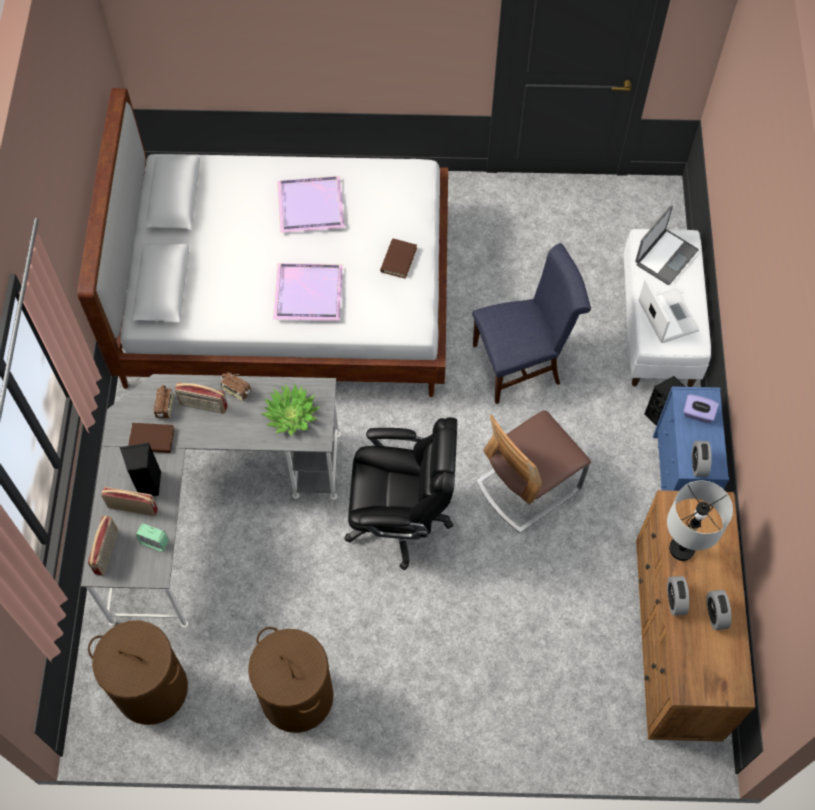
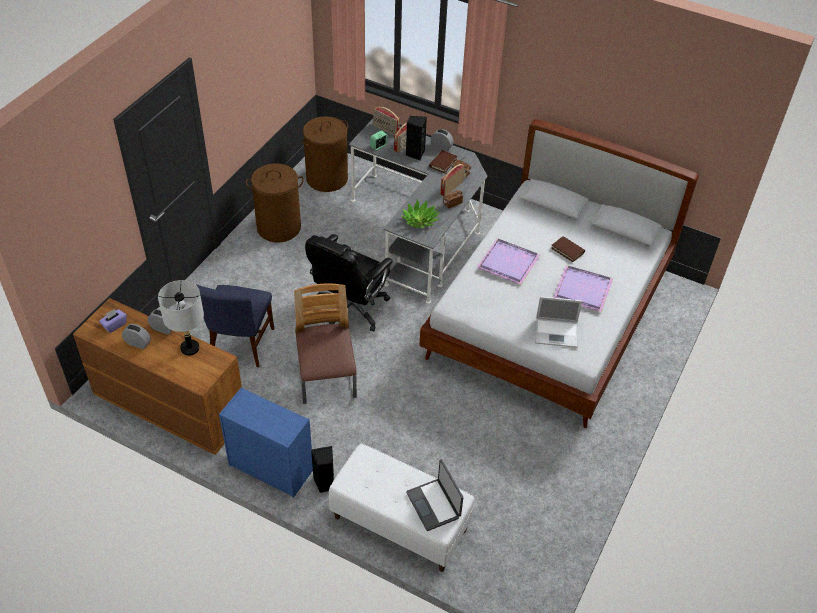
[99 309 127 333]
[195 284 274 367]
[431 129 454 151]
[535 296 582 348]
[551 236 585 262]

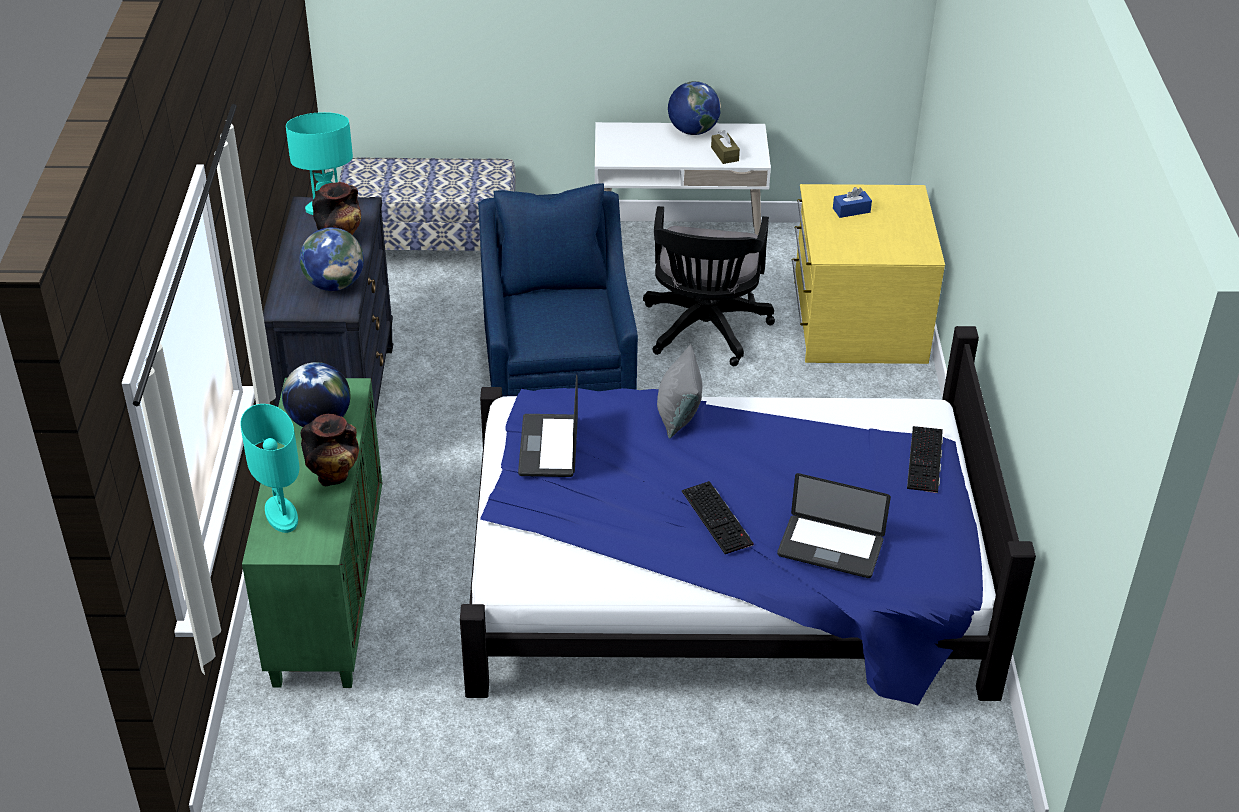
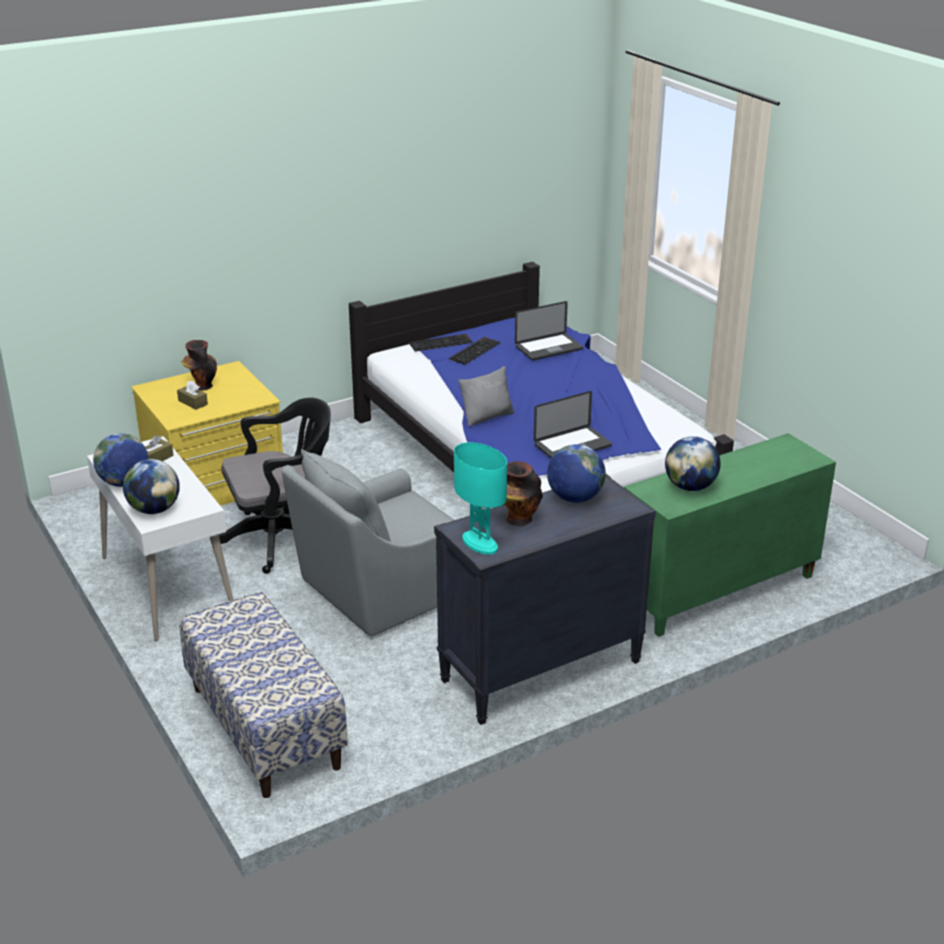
[123 459 180 514]
[177 381 208 410]
[182 340 217 391]
[281 449 454 636]
[449 337 500 365]
[515 301 583 360]
[240 404 299 533] (first image)

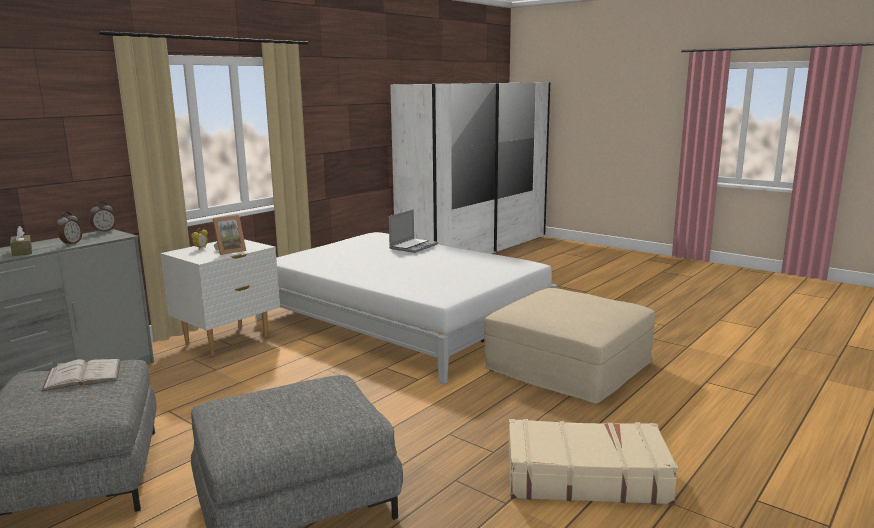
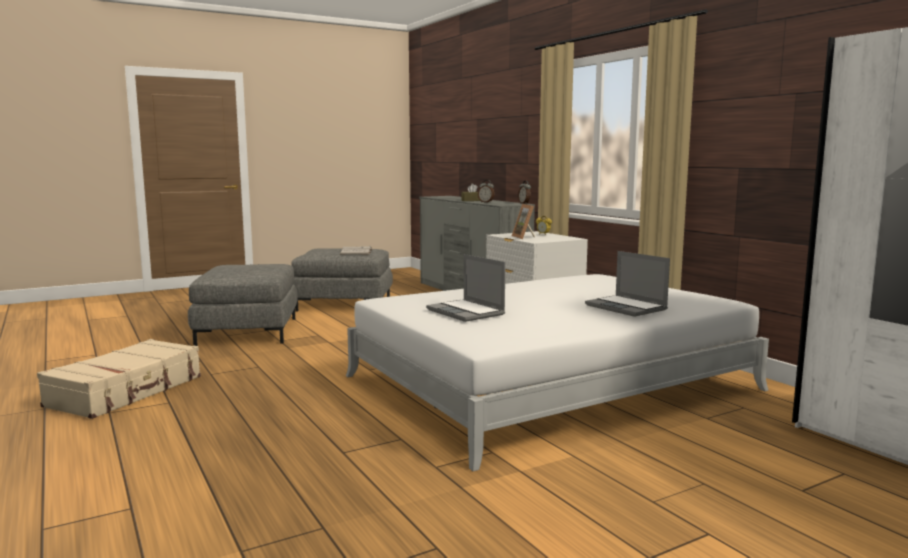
[426 254 505 322]
[484 288 655 404] (first image)

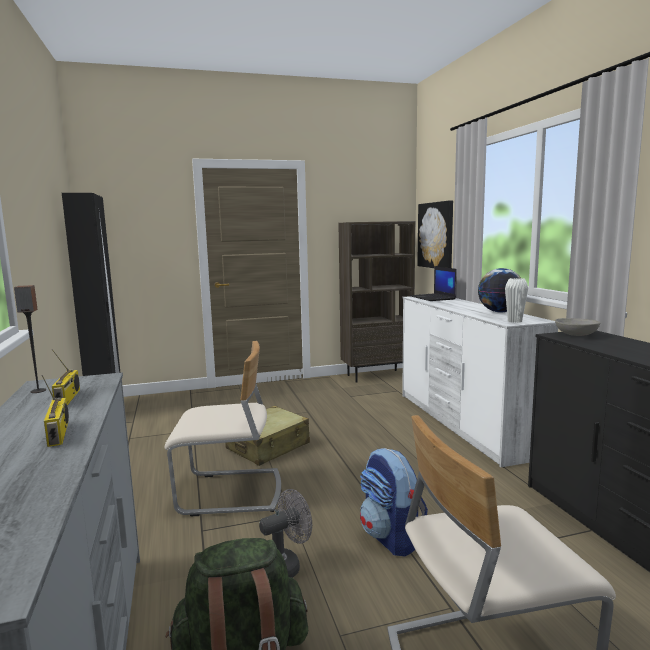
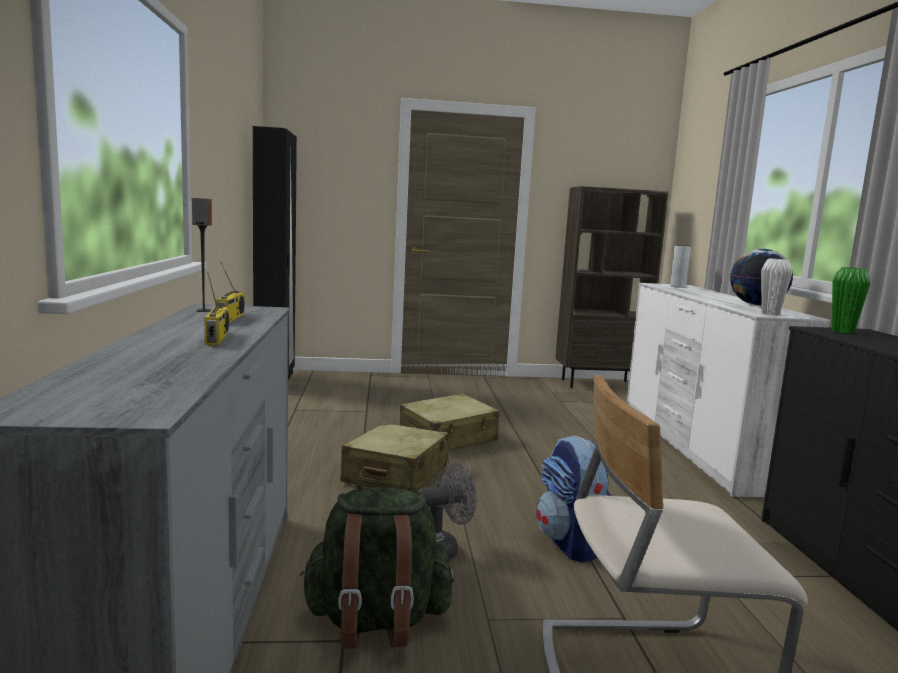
[341 423 448 493]
[670 245 691 288]
[832 267 870 334]
[417 200 453 268] (first image)

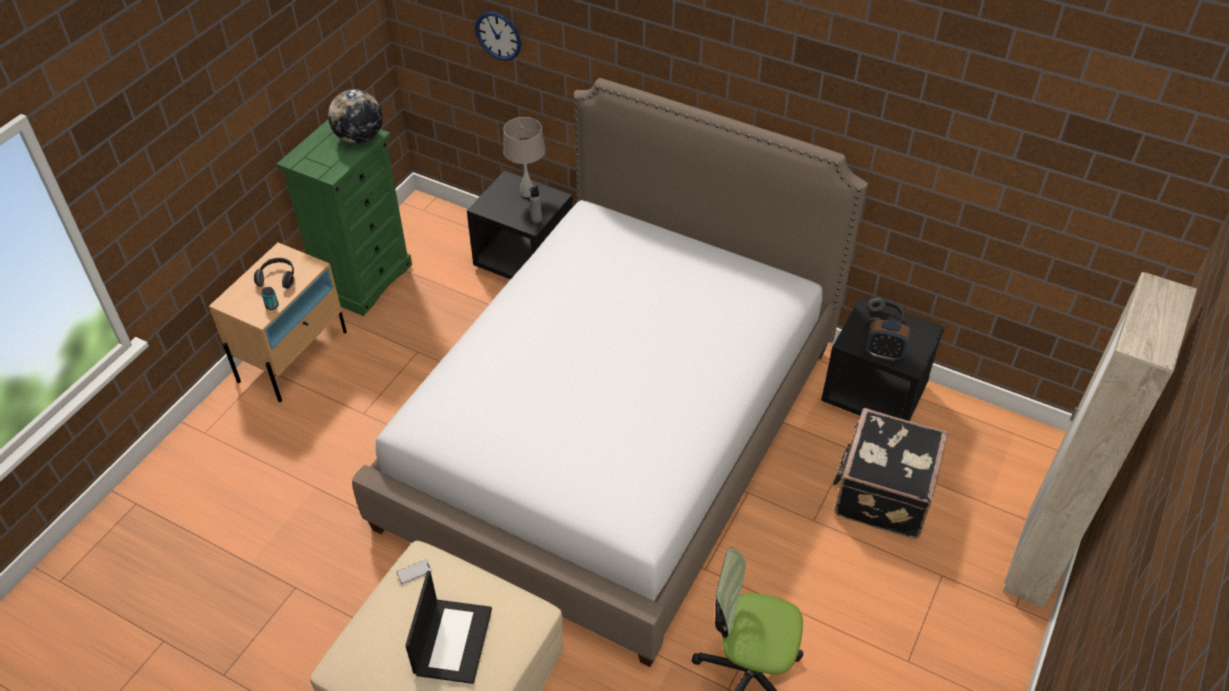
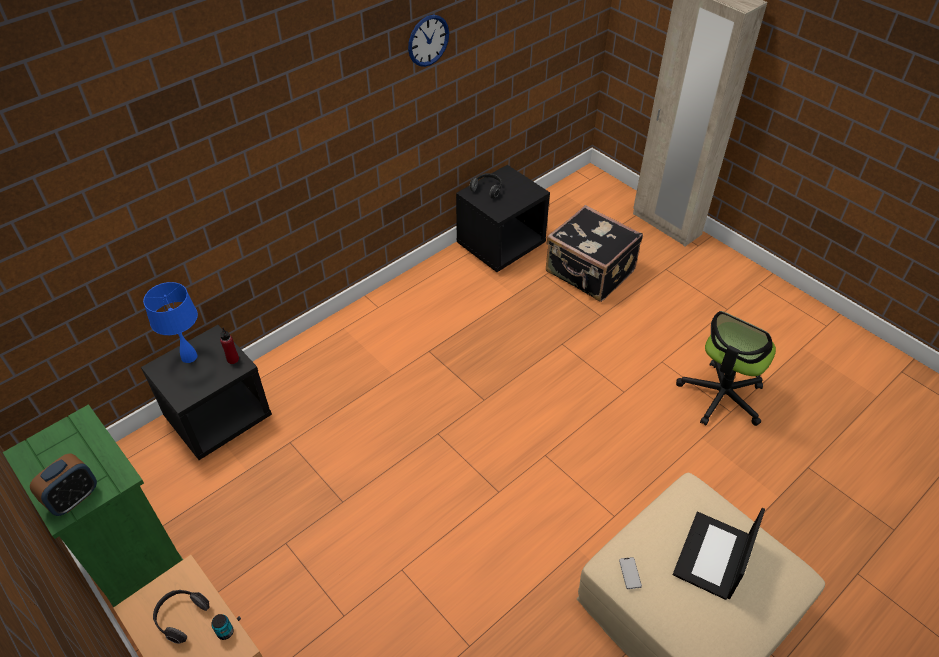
[30 453 97 516]
[143 282 198 363]
[220 327 239 364]
[408 15 449 67]
[673 508 765 600]
[328 89 383 144] (first image)
[352 78 868 667] (first image)

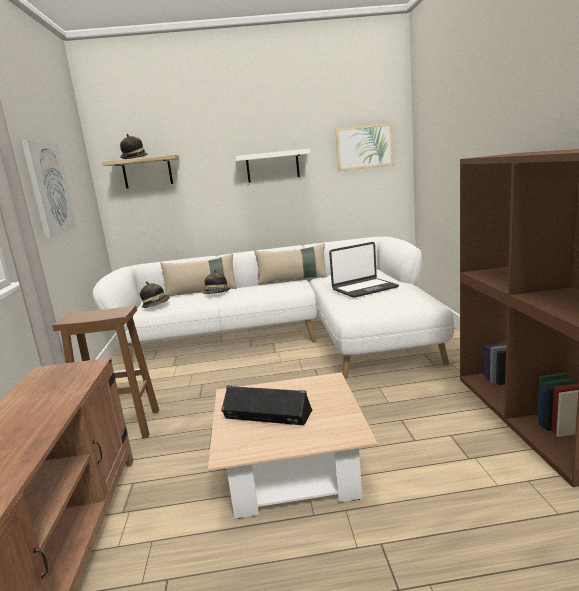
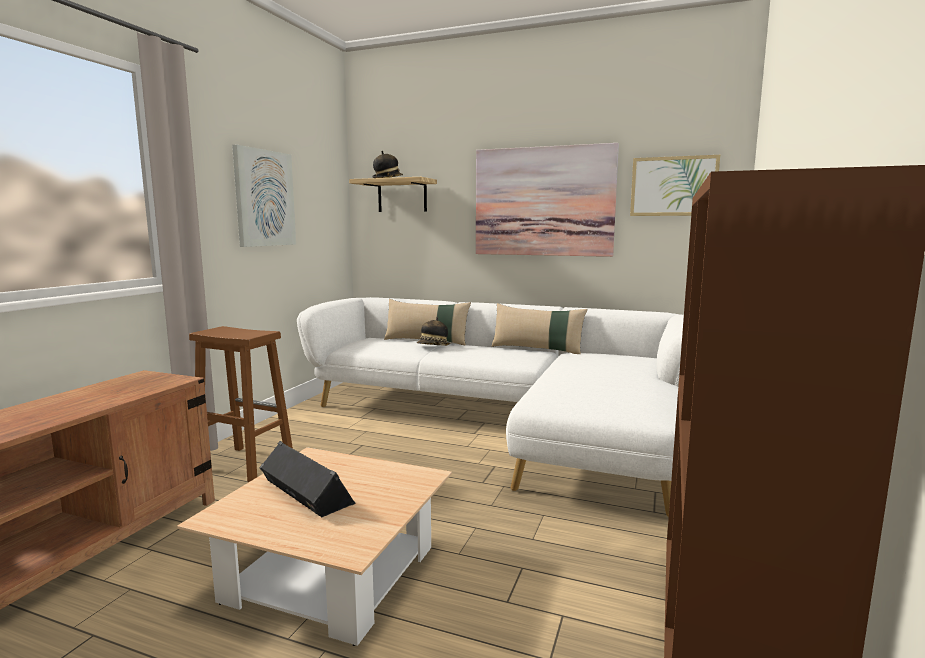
[476 143 619 257]
[140 282 170 308] (first image)
[329 242 399 298] (first image)

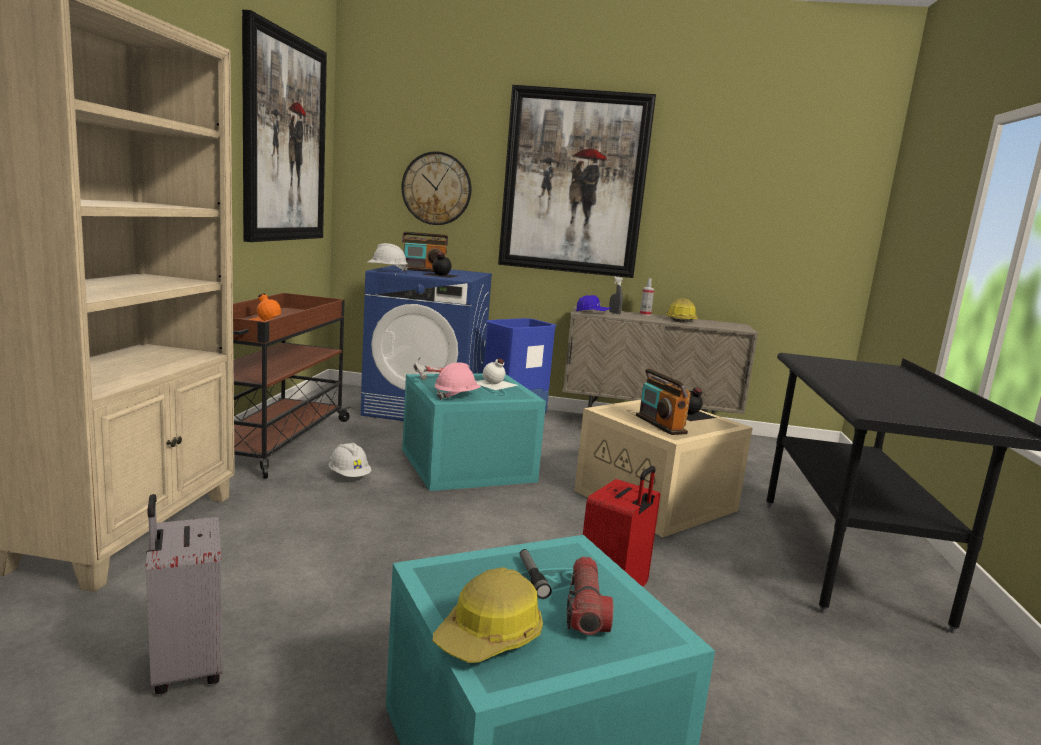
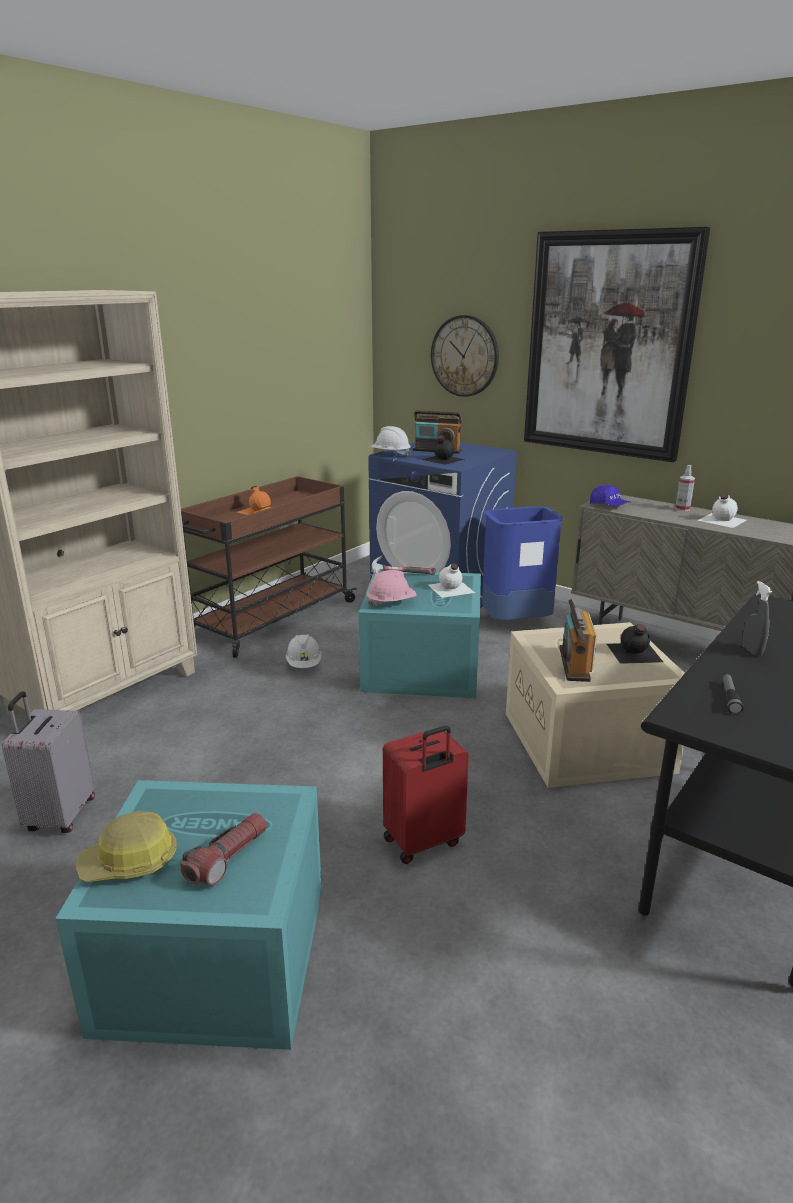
[697 493 747 528]
[722 673 743 715]
[742 581 772 656]
[242 10 327 242] (first image)

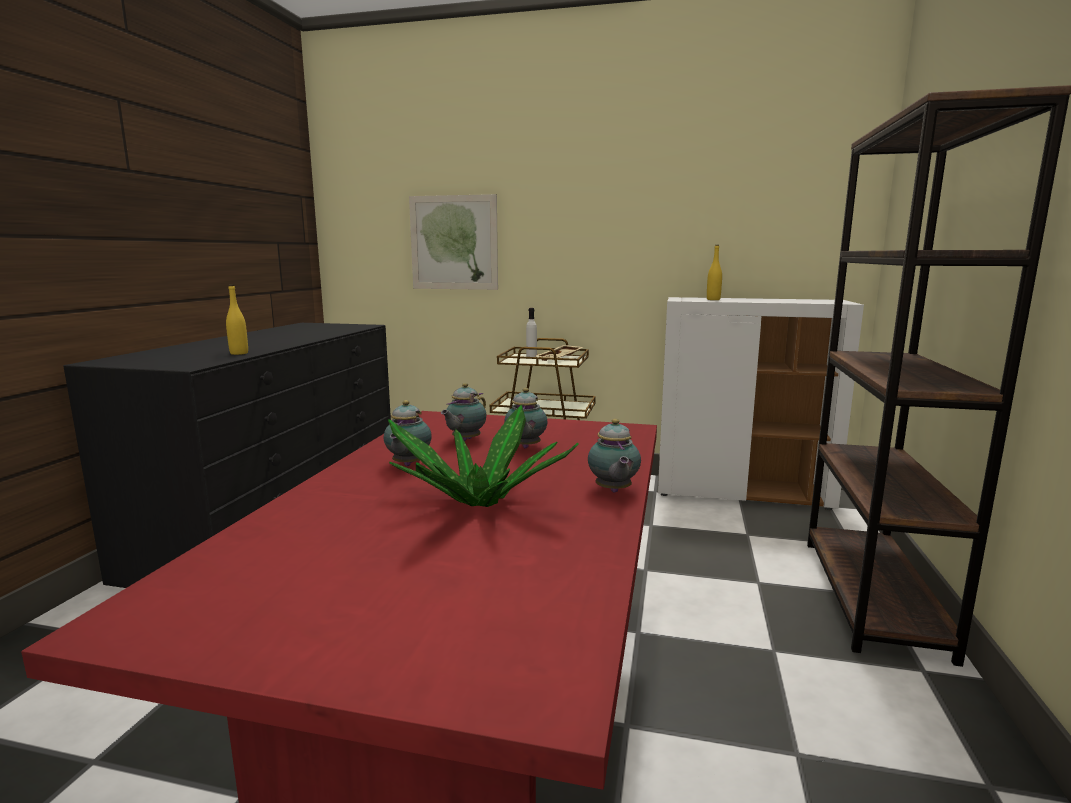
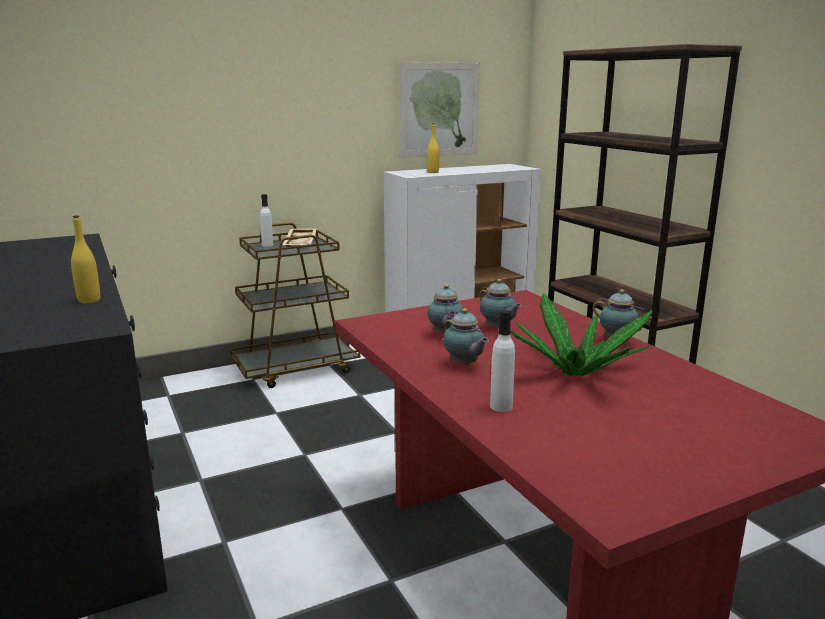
[399 62 480 158]
[490 310 515 412]

